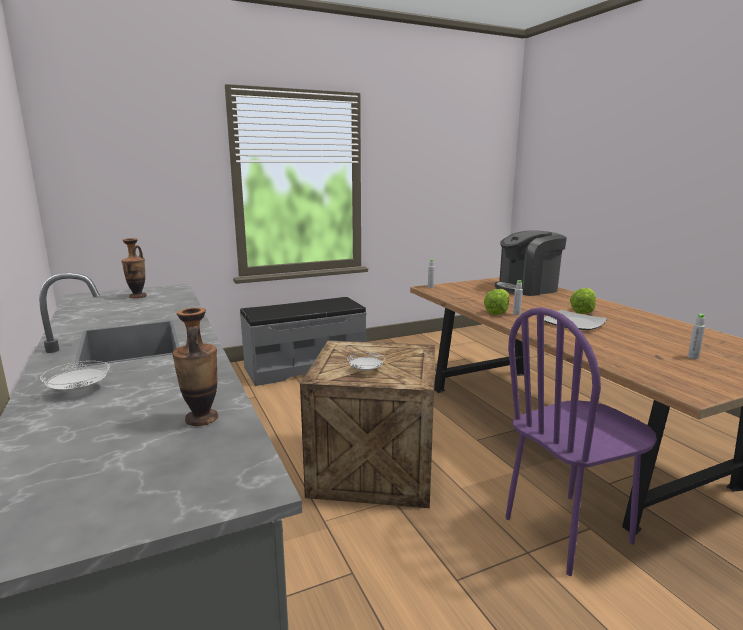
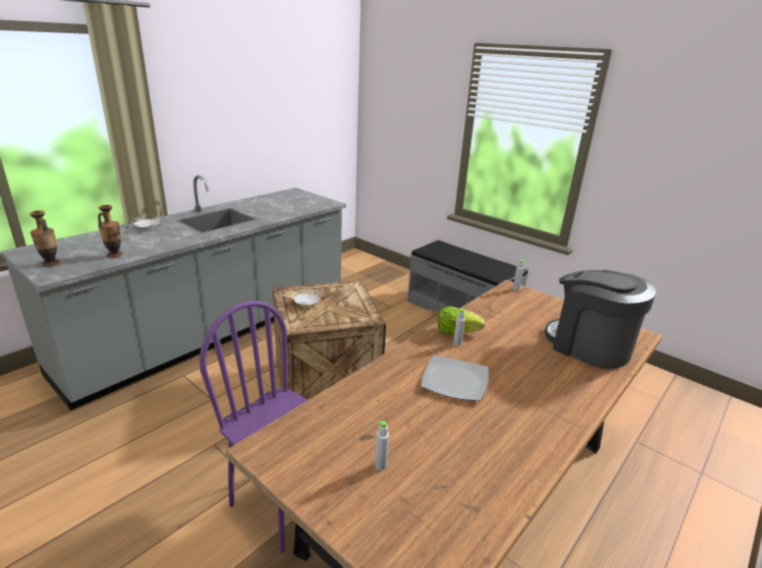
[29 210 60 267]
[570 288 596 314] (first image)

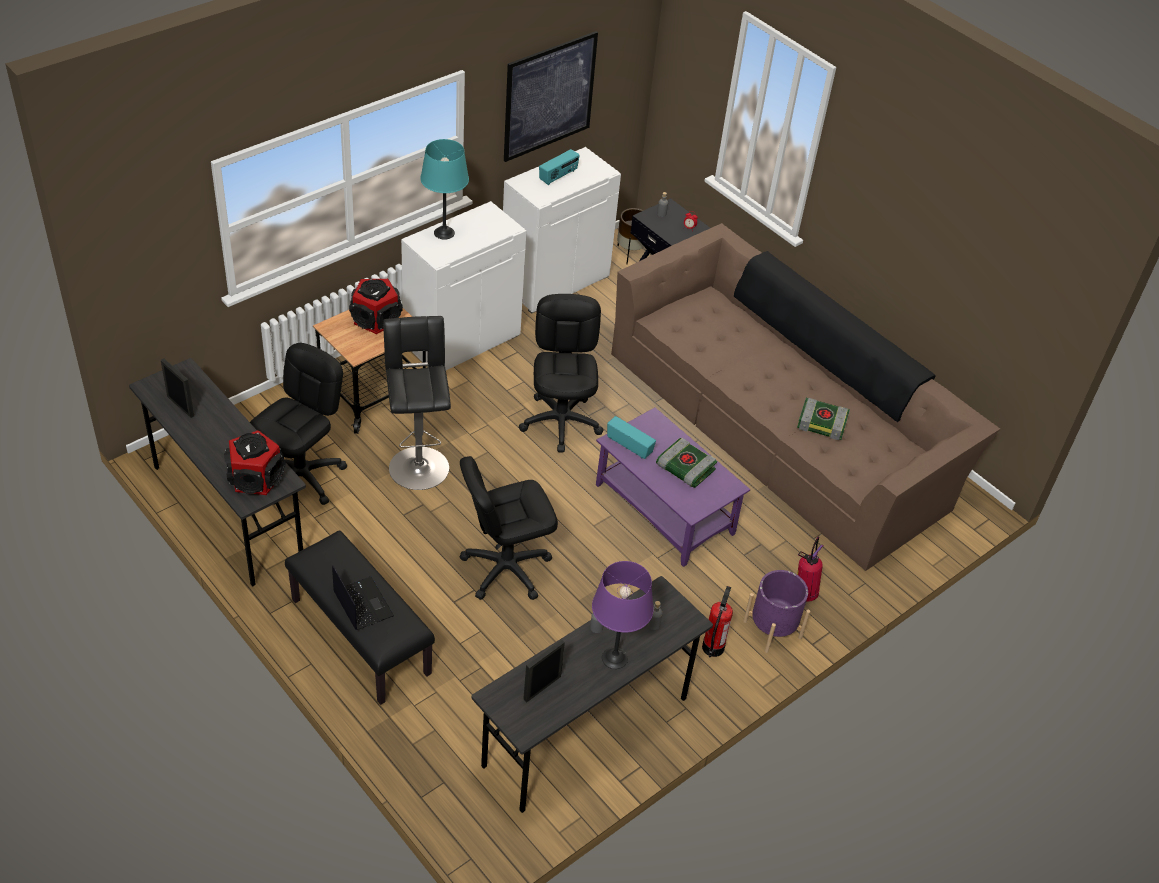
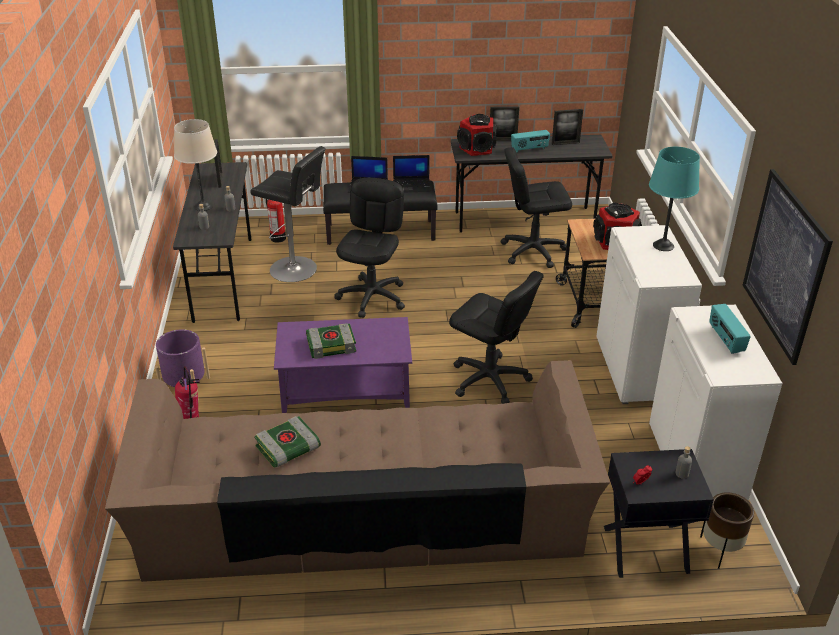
[174 119 217 211]
[250 146 326 282]
[266 199 286 243]
[393 155 431 192]
[490 106 519 141]
[500 147 572 268]
[511 130 550 152]

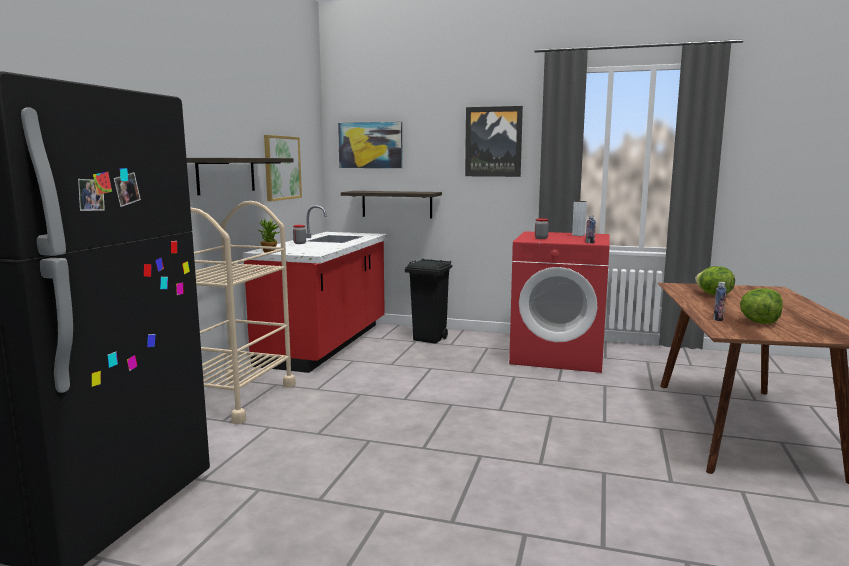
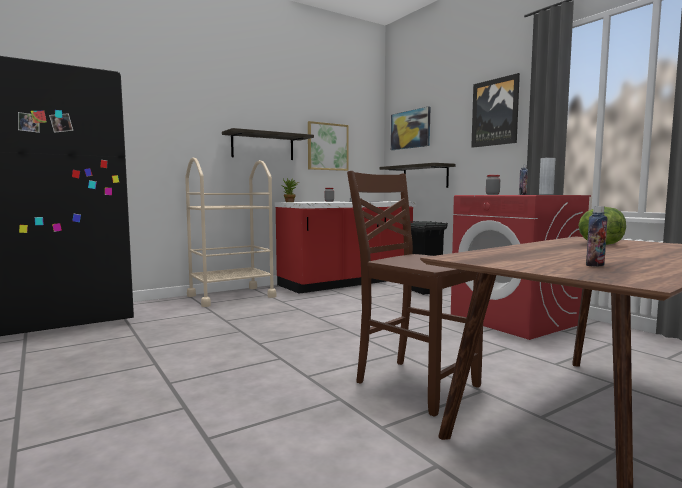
[347 171 483 417]
[586 206 608 267]
[740 288 782 324] (first image)

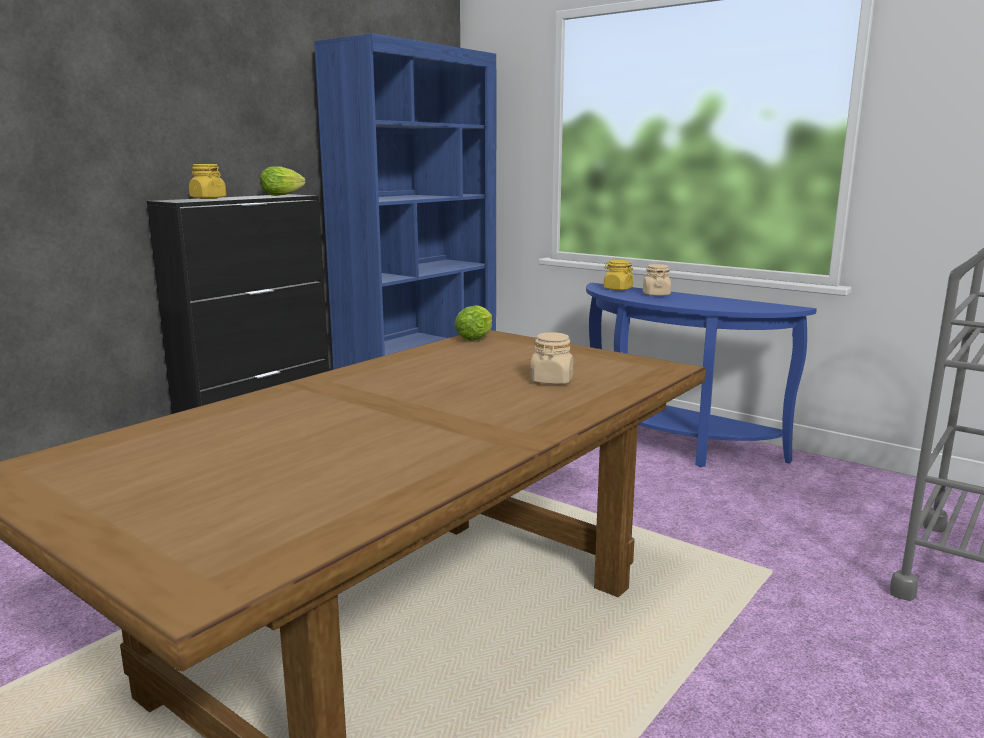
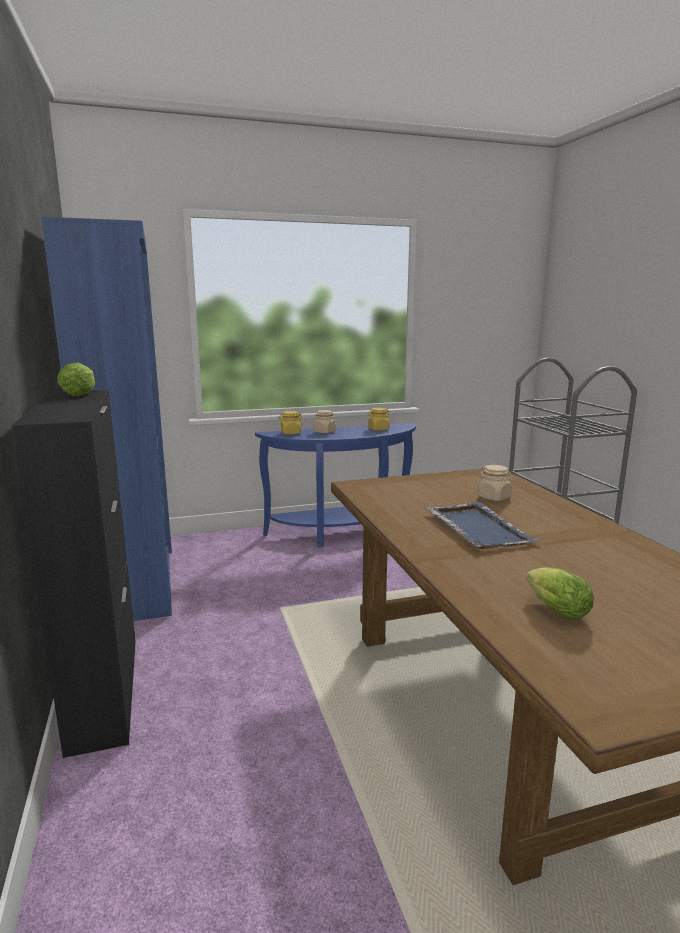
[367 408 390 431]
[426 502 540 549]
[526 567 593 619]

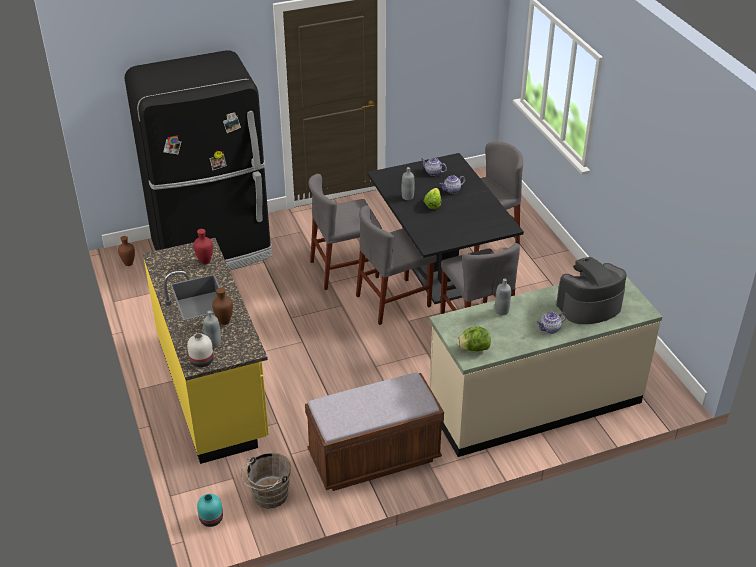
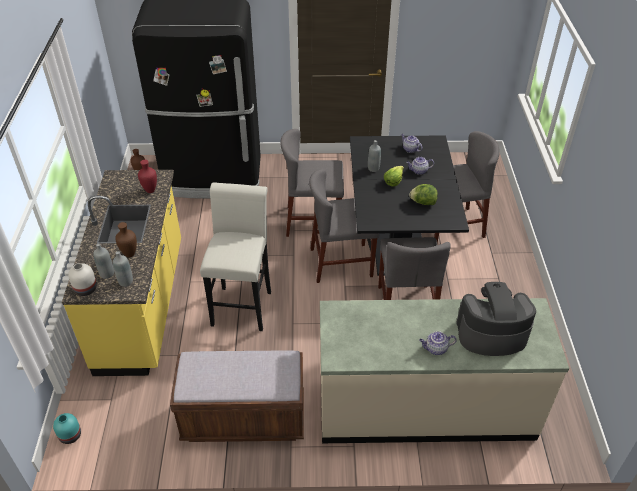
[113 251 133 287]
[200 183 271 331]
[409 184 438 205]
[241 452 291 509] (first image)

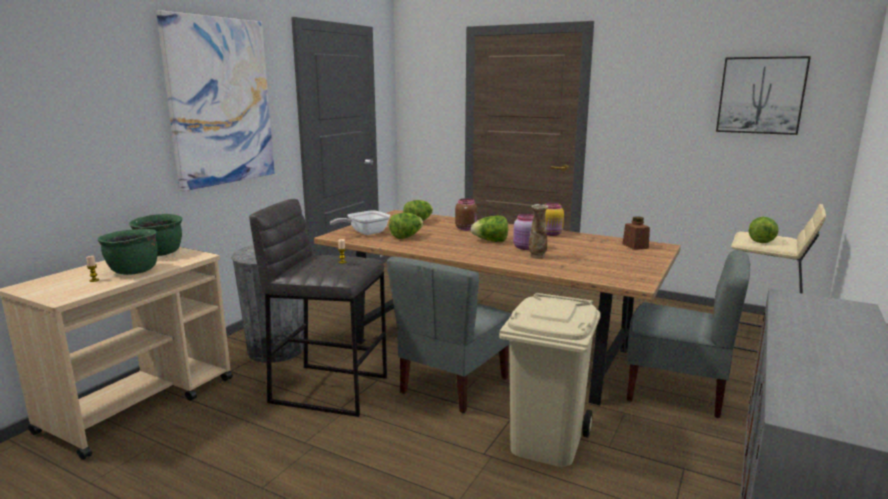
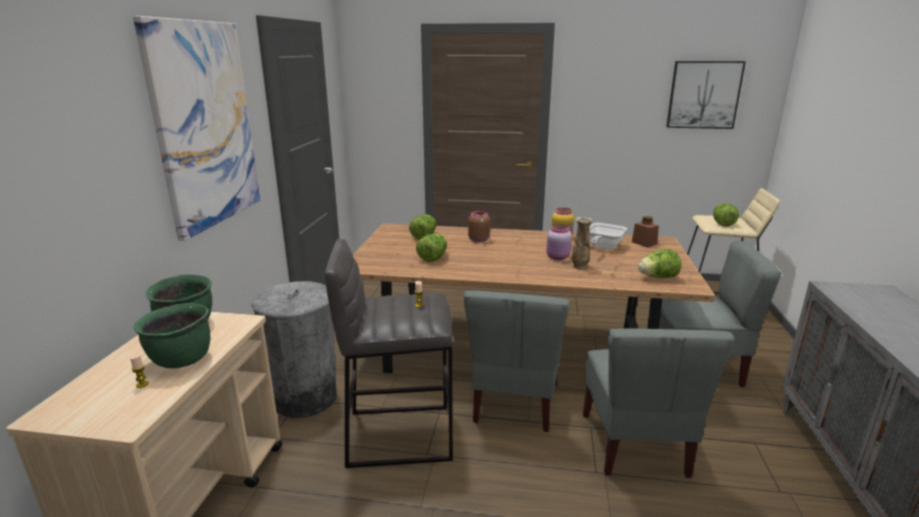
[583 329 735 478]
[589 223 627 250]
[638 249 681 278]

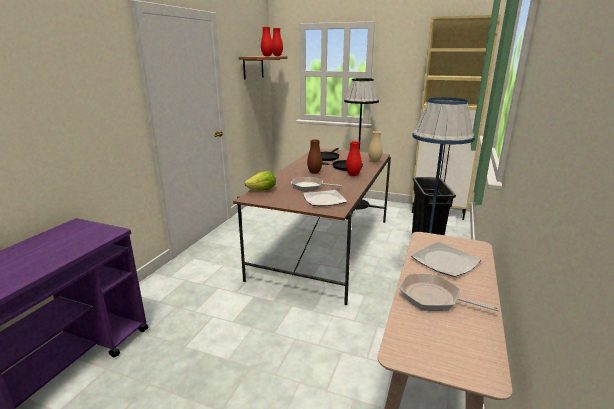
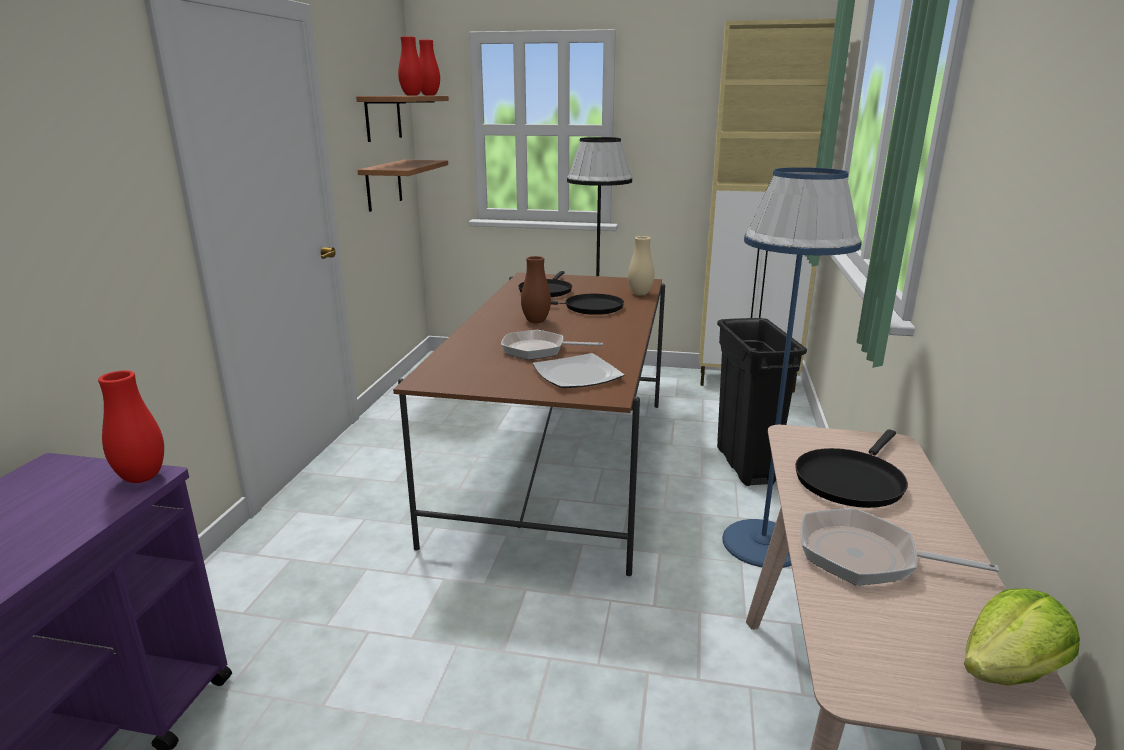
[98 370 164 483]
[358 160 448 212]
[795 429 908 508]
[964 588 1080 686]

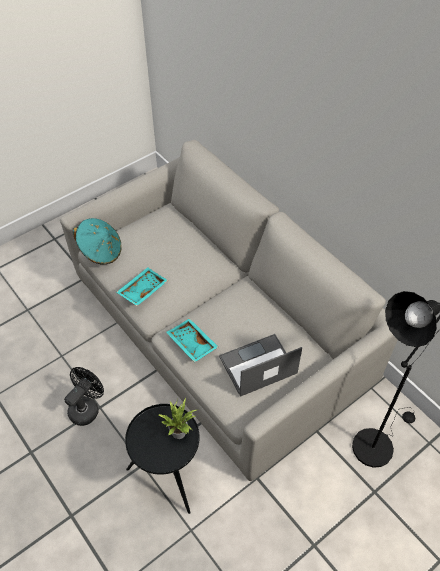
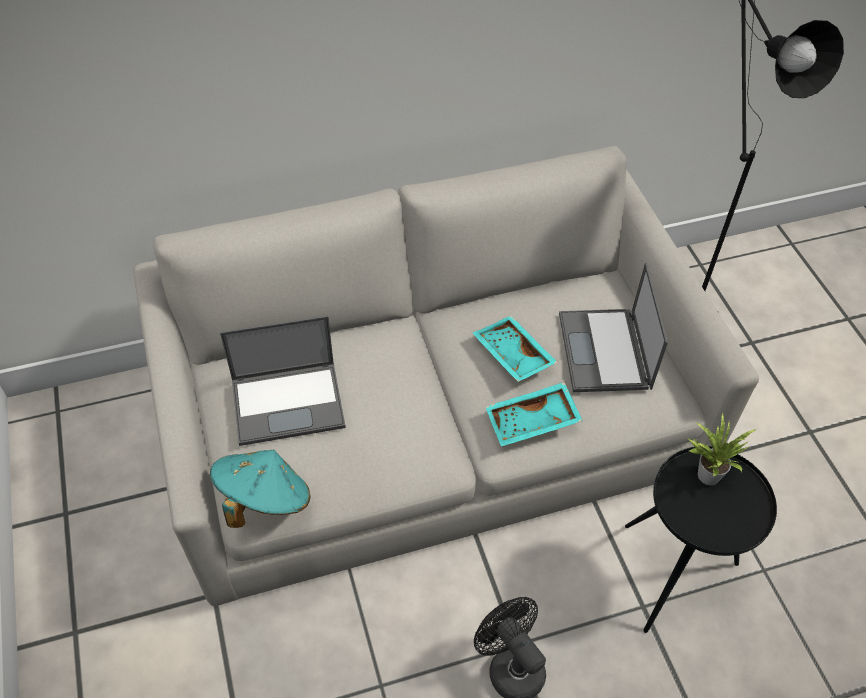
[220 316 346 446]
[473 316 558 382]

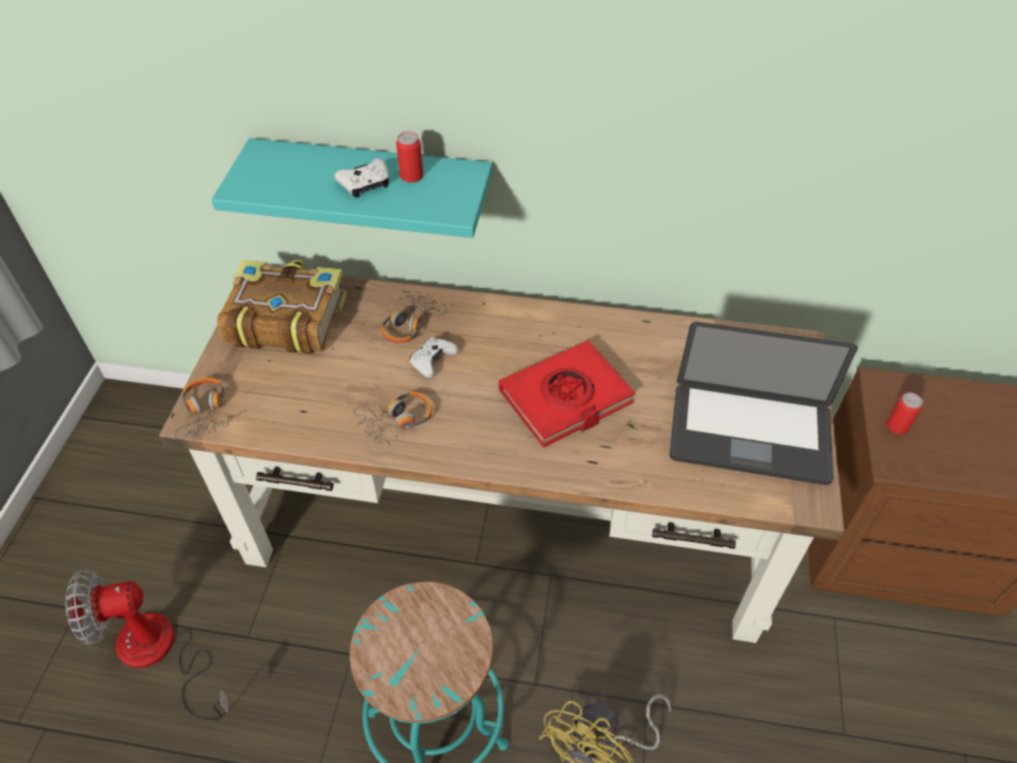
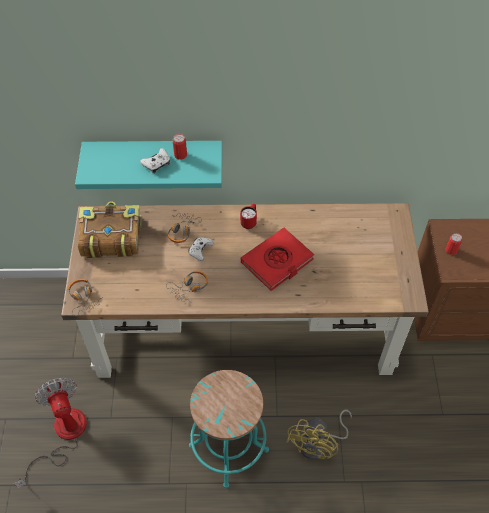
[14 378 87 488]
[240 204 257 229]
[669 322 858 485] (first image)

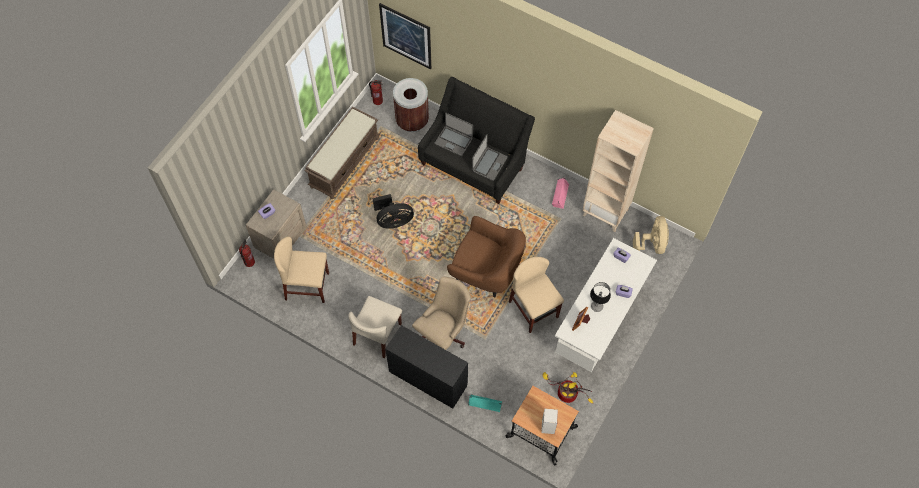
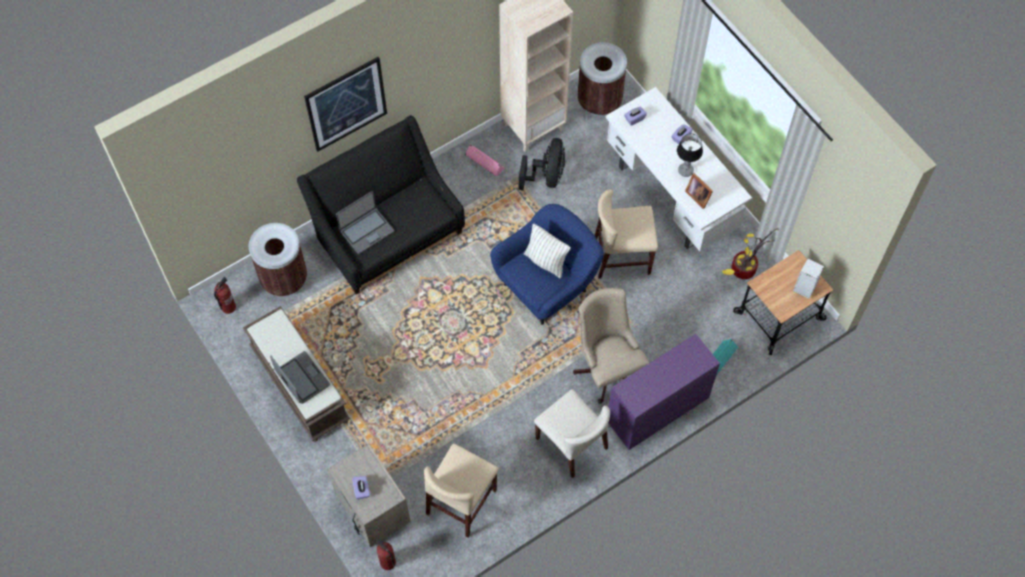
[270 351 330 404]
[304 57 387 152]
[490 204 604 325]
[519 138 565 190]
[524 224 571 278]
[578 42 627 116]
[608 334 720 450]

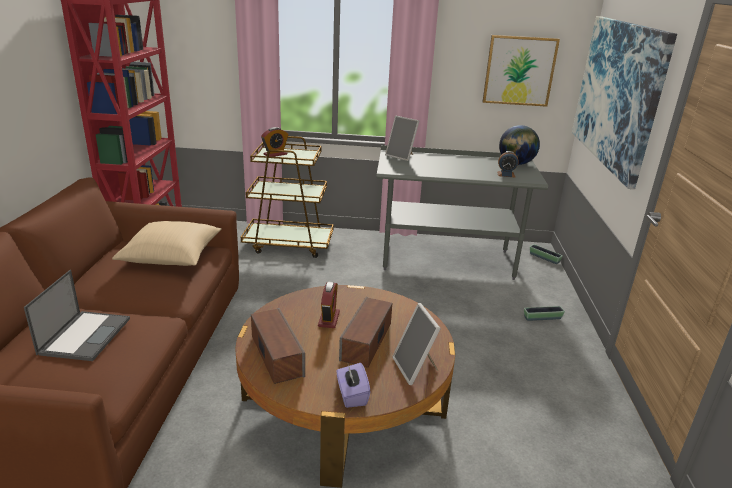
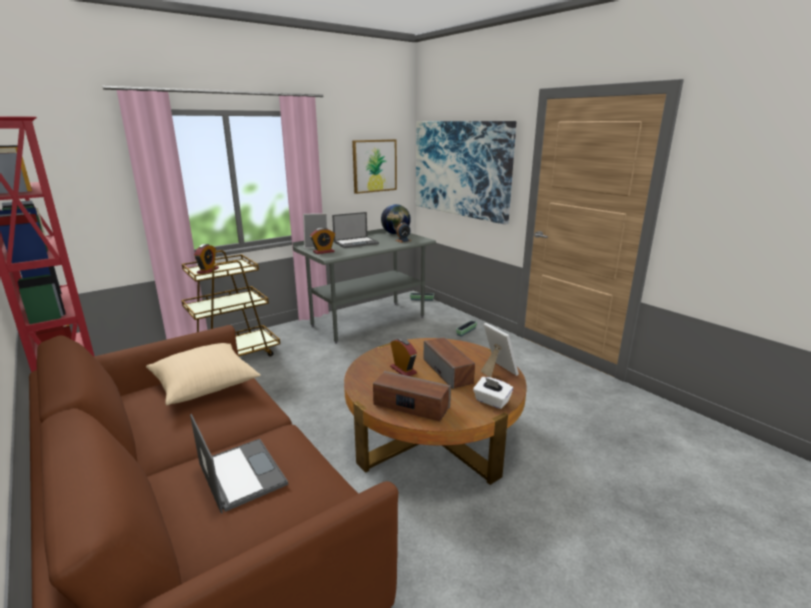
[310 228 335 254]
[332 212 379 248]
[473 377 513 409]
[481 323 519 377]

